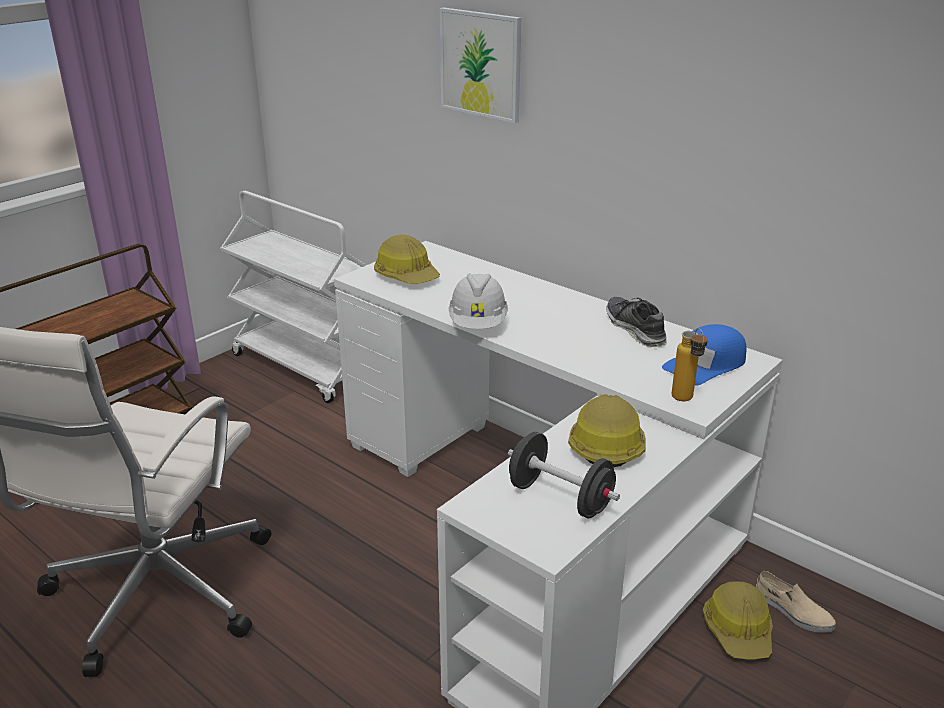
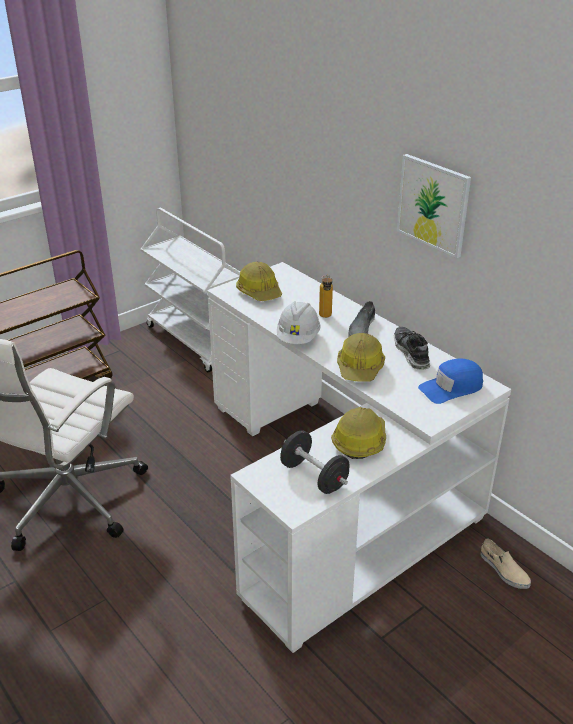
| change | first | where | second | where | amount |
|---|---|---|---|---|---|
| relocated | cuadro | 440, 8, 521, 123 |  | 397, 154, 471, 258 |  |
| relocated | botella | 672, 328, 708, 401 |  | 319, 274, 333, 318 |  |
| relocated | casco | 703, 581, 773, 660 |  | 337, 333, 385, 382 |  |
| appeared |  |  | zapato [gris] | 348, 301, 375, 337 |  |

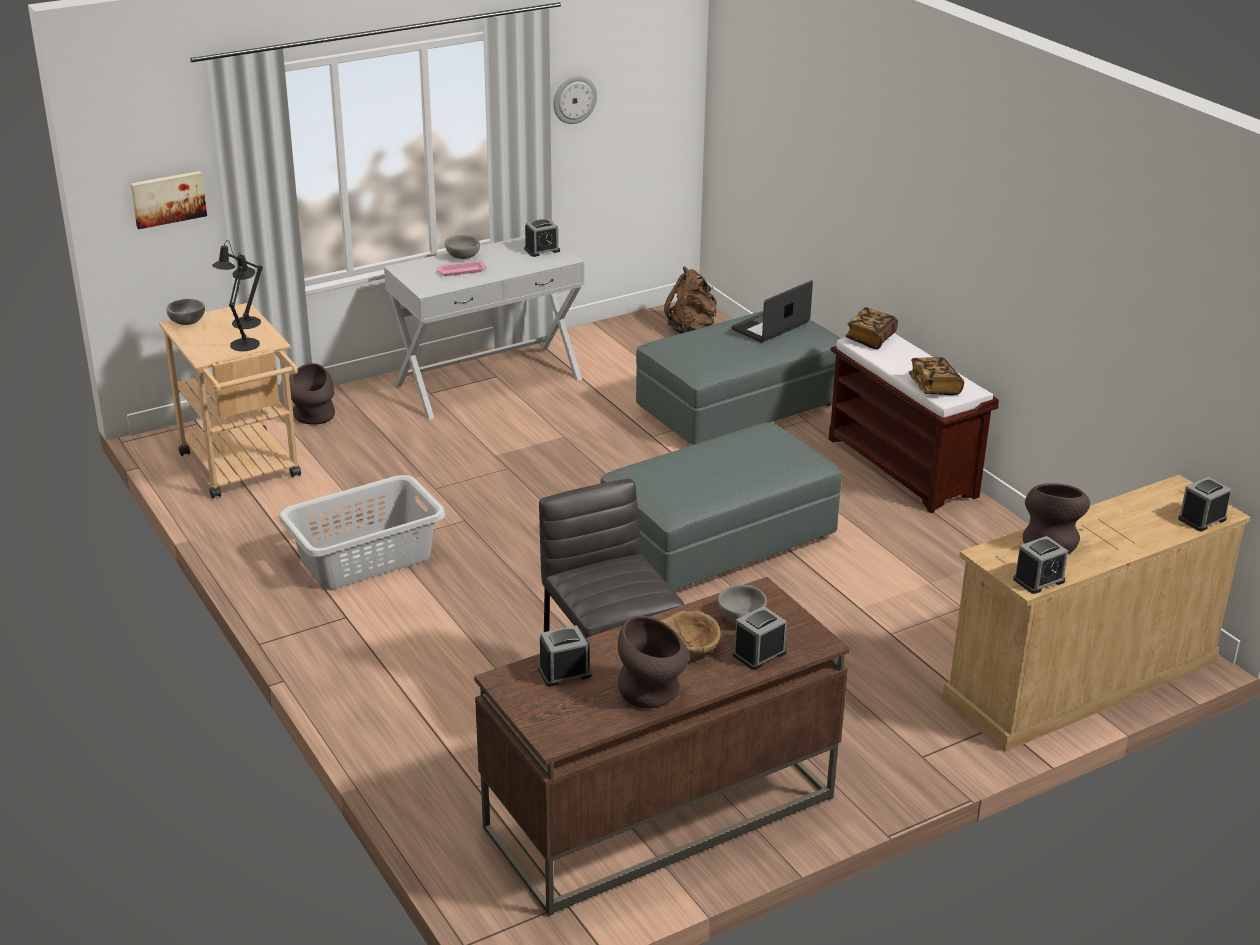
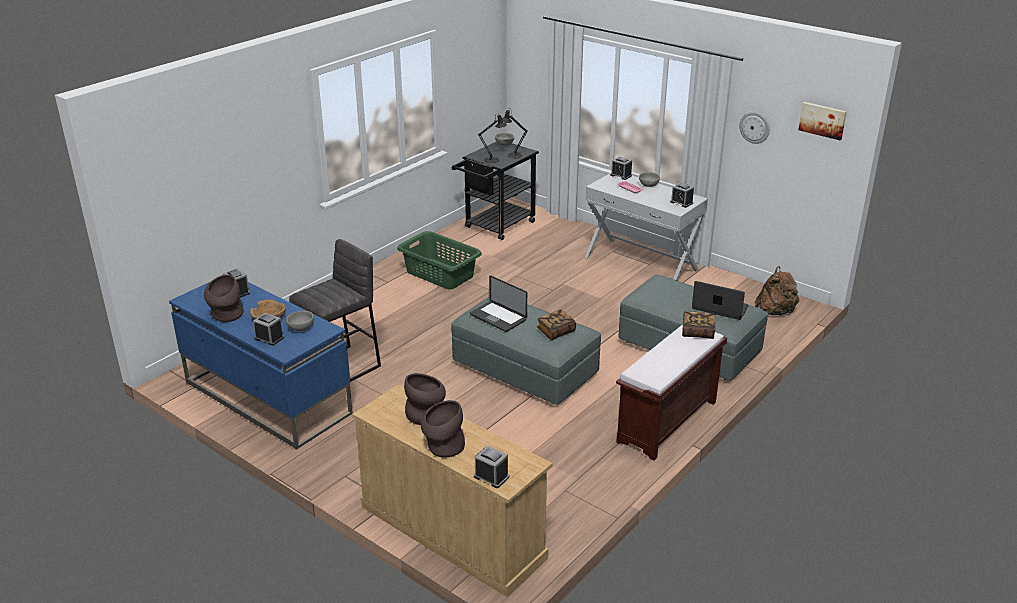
| change | first | where | second | where | amount |
|---|---|---|---|---|---|
| relocated | cuadro | 131, 171, 207, 229 |  | 799, 102, 847, 140 |  |
| colour | carrito [beis] | 159, 303, 301, 498 | carrito [negro] | 452, 142, 539, 240 |  |
| relocated | libro | 908, 357, 964, 395 |  | 537, 310, 576, 340 |  |
| relocated | florero [marrón] | 289, 363, 335, 425 |  | 421, 400, 465, 458 |  |
| colour | cesto de la ropa [gris] | 279, 475, 445, 589 | cesto de la ropa [verde] | 397, 231, 482, 289 |  |
| relocated | despertador | 1013, 536, 1068, 594 |  | 610, 156, 632, 180 |  |
| colour | escritorio [marrón] | 474, 577, 850, 916 | escritorio [azul] | 169, 282, 353, 450 |  |
| appeared |  |  | portátil | 470, 275, 527, 332 |  |

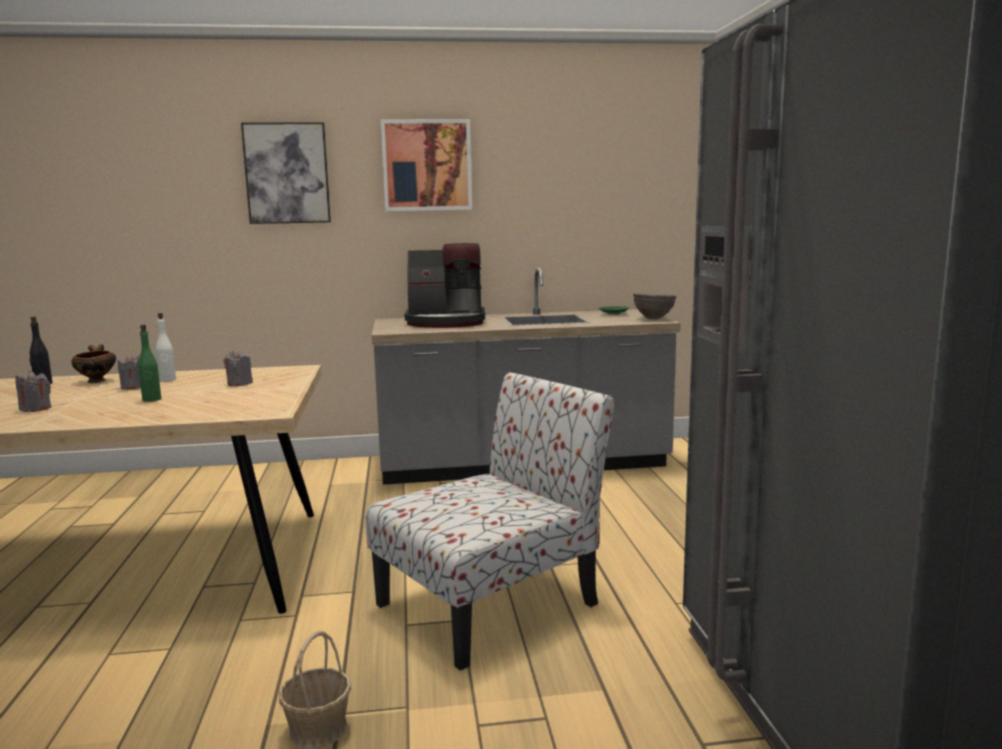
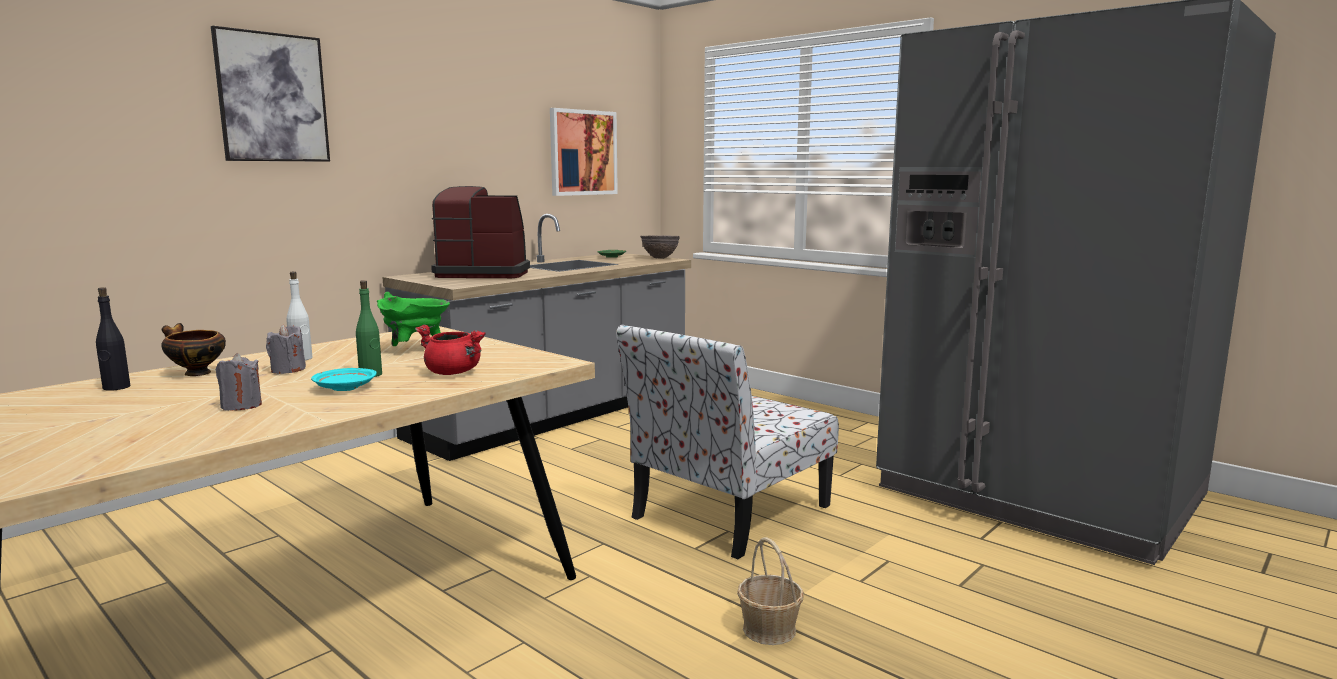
| change | first | where | second | where | amount |
|---|---|---|---|---|---|
| relocated | cuadro | 381, 119, 472, 211 |  | 550, 108, 618, 196 |  |
| spun | cafetera | 404, 243, 485, 328 |  | 431, 186, 530, 278 | 135 degrees counterclockwise |
| exchanged | vela [gris] | 224, 350, 253, 386 | olla [verde] | 377, 292, 450, 346 |  |
| spun | silla | 365, 372, 614, 670 |  | 616, 325, 839, 559 | 150 degrees counterclockwise |
| appeared |  |  | olla [rojo] | 415, 325, 486, 375 |  |
| appeared |  |  | plato [turquesa] | 311, 368, 377, 391 |  |

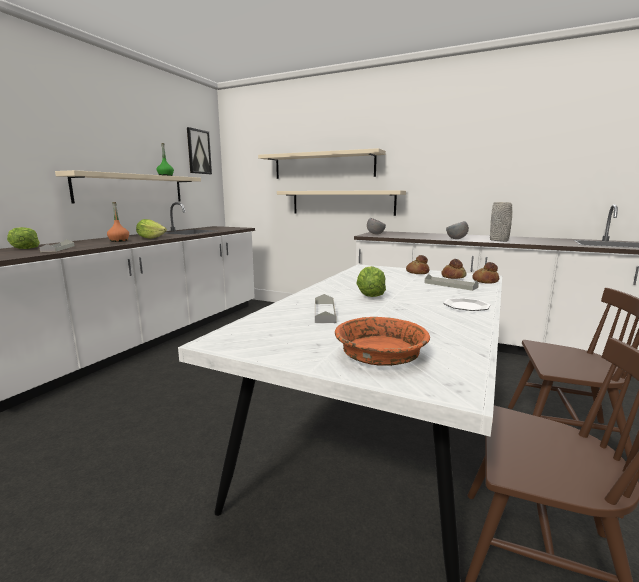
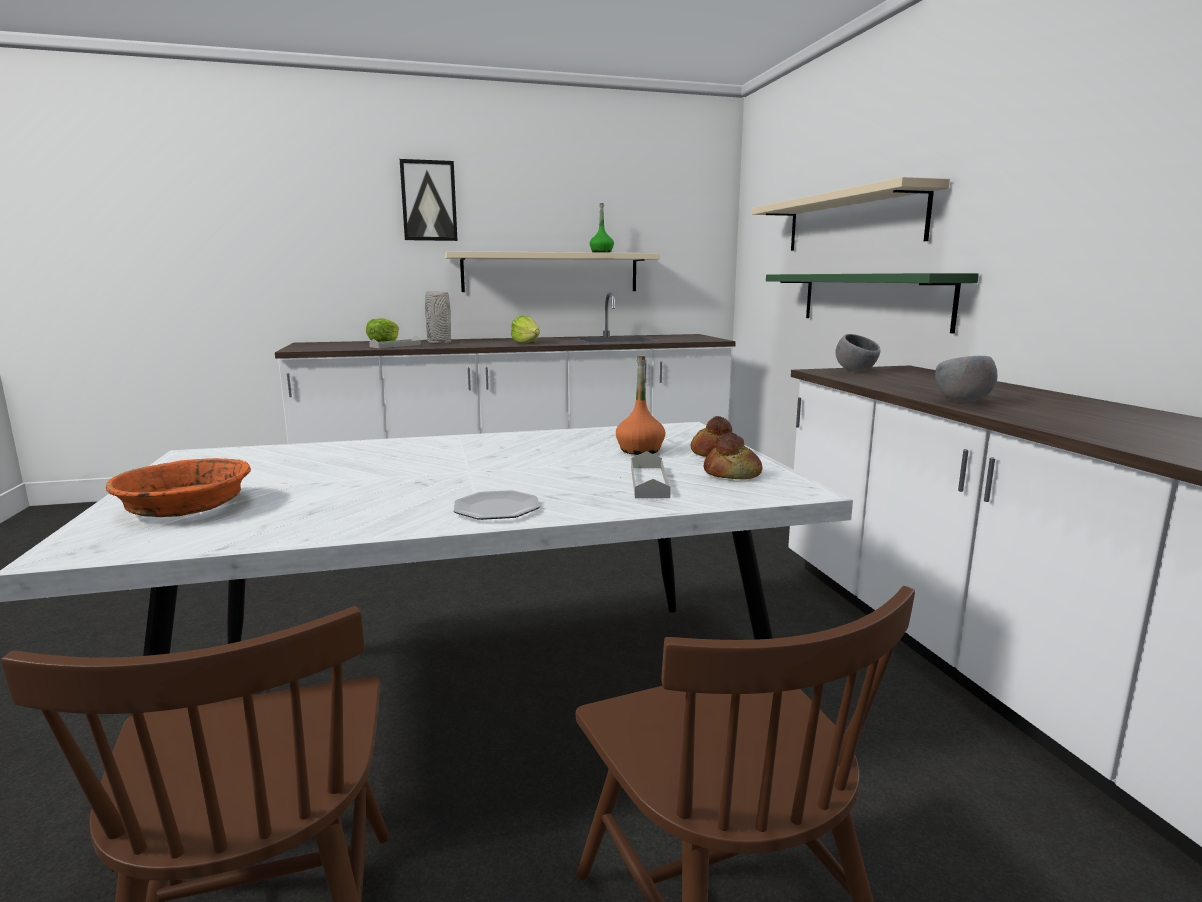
| change | first | where | second | where | amount |
|---|---|---|---|---|---|
| relocated | cuadro | 187, 127, 212, 174 |  | 400, 159, 458, 241 |  |
| colour | estante [beis] | 277, 190, 406, 216 | estante [verde] | 766, 273, 979, 334 |  |
| relocated | botella [naranja] | 107, 202, 129, 242 |  | 616, 356, 665, 455 |  |
| relocated | florero [gris] | 490, 202, 512, 242 |  | 425, 291, 451, 344 |  |
| missing | pan | 472, 262, 499, 284 |  |  |  |
| missing | lechuga | 356, 266, 386, 297 |  |  |  |
| missing | bandeja [gris] | 315, 294, 336, 323 |  |  |  |

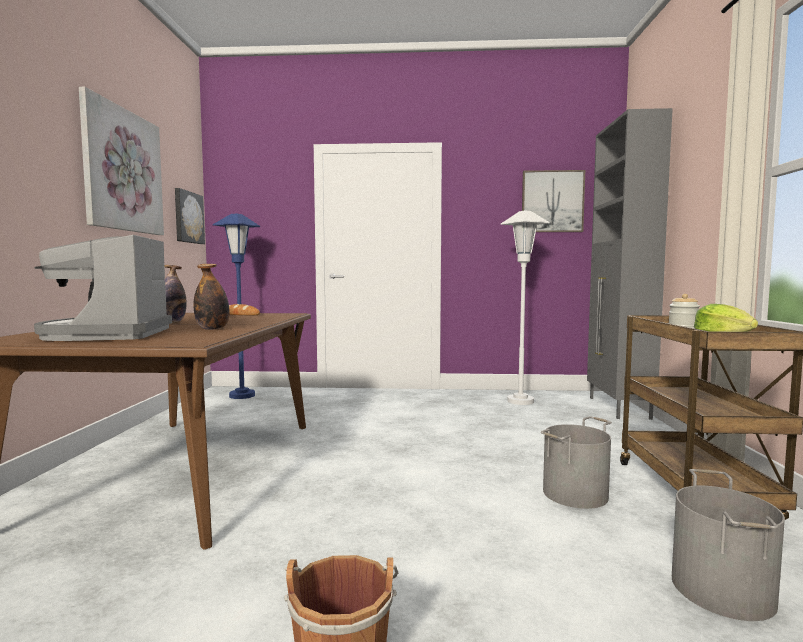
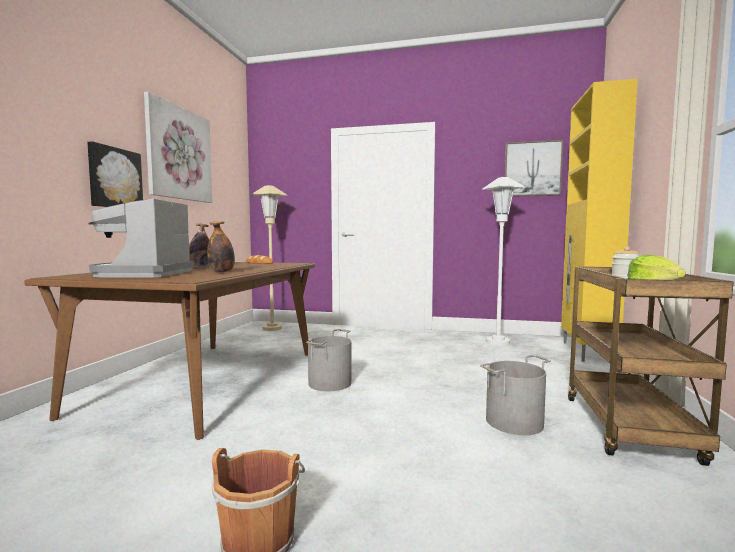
| change | first | where | second | where | amount |
|---|---|---|---|---|---|
| colour | armario [gris] | 587, 108, 673, 420 | armario [amarillo] | 561, 79, 638, 362 |  |
| relocated | cuadro | 175, 188, 205, 244 |  | 87, 141, 143, 207 |  |
| colour | lámpara de pie [azul] | 213, 214, 260, 399 | lámpara de pie [beis] | 251, 185, 288, 331 |  |
| relocated | cubo [gris] | 672, 469, 785, 621 |  | 306, 329, 352, 391 |  |

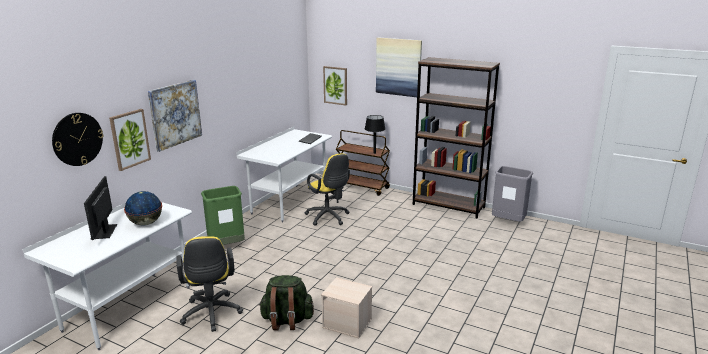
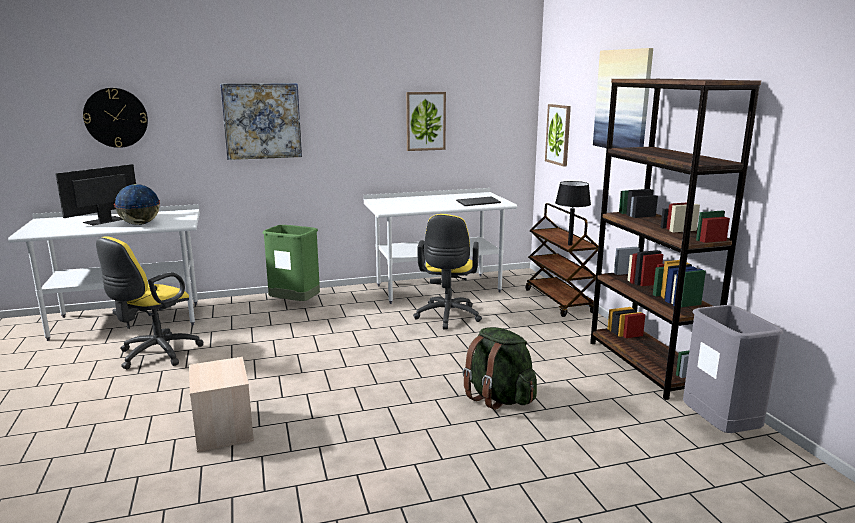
| change | first | where | second | where | amount |
|---|---|---|---|---|---|
| relocated | cuadro | 109, 109, 151, 171 |  | 406, 92, 446, 151 |  |
| relocated | mochila [verde] | 259, 275, 314, 330 |  | 463, 327, 537, 410 |  |

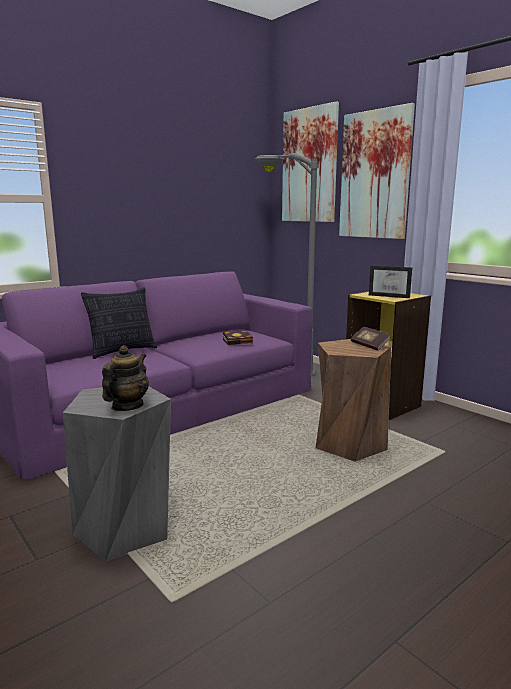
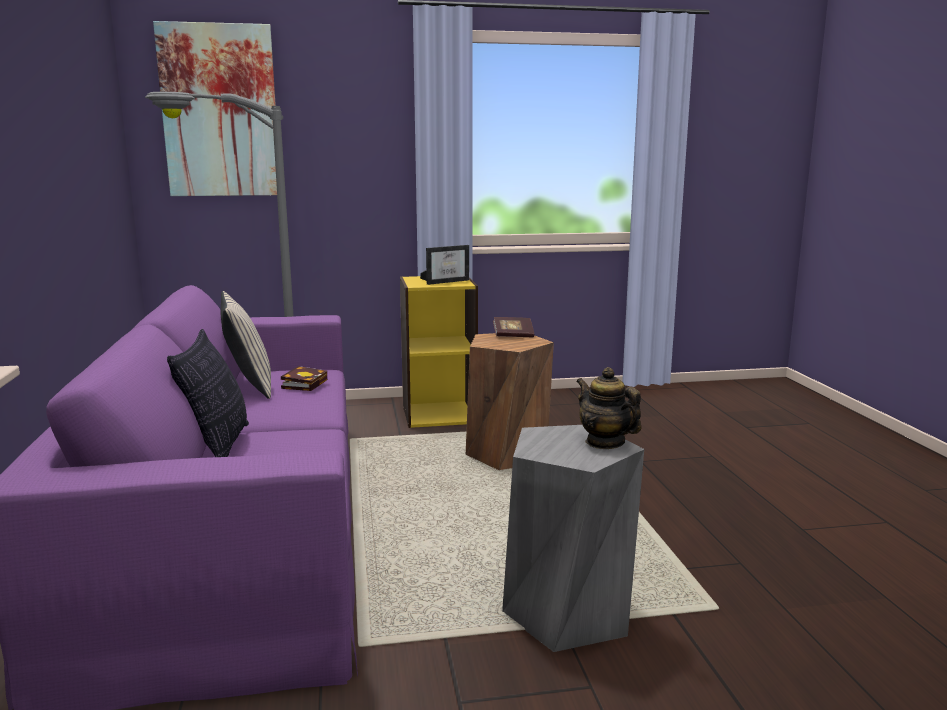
| change | first | where | second | where | amount |
|---|---|---|---|---|---|
| missing | cuadro | 339, 103, 415, 239 |  |  |  |
| appeared |  |  | cojín [beis] | 221, 291, 271, 399 |  |

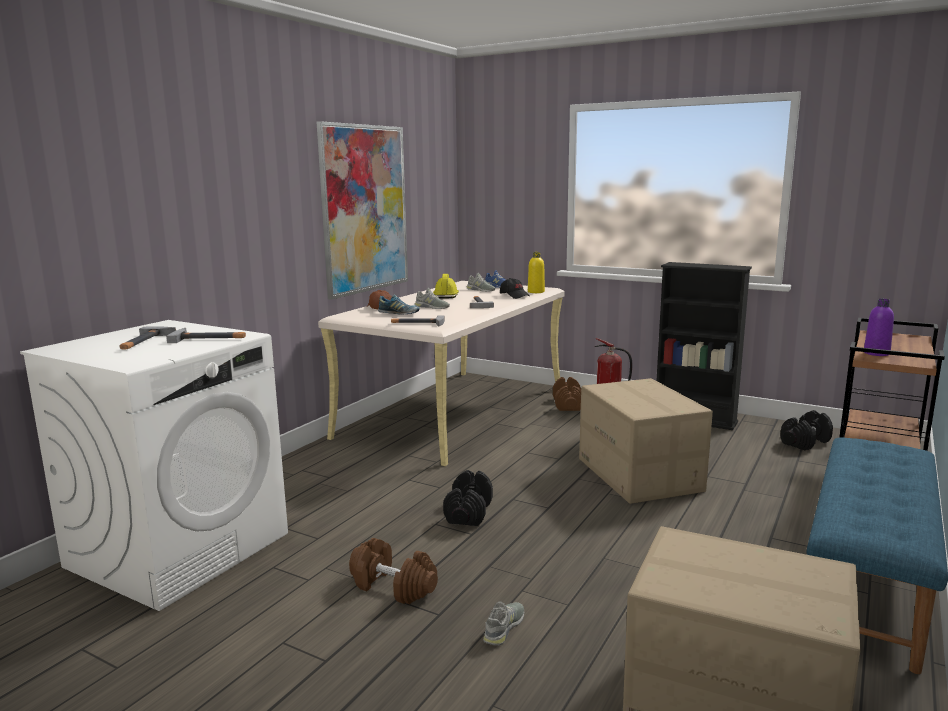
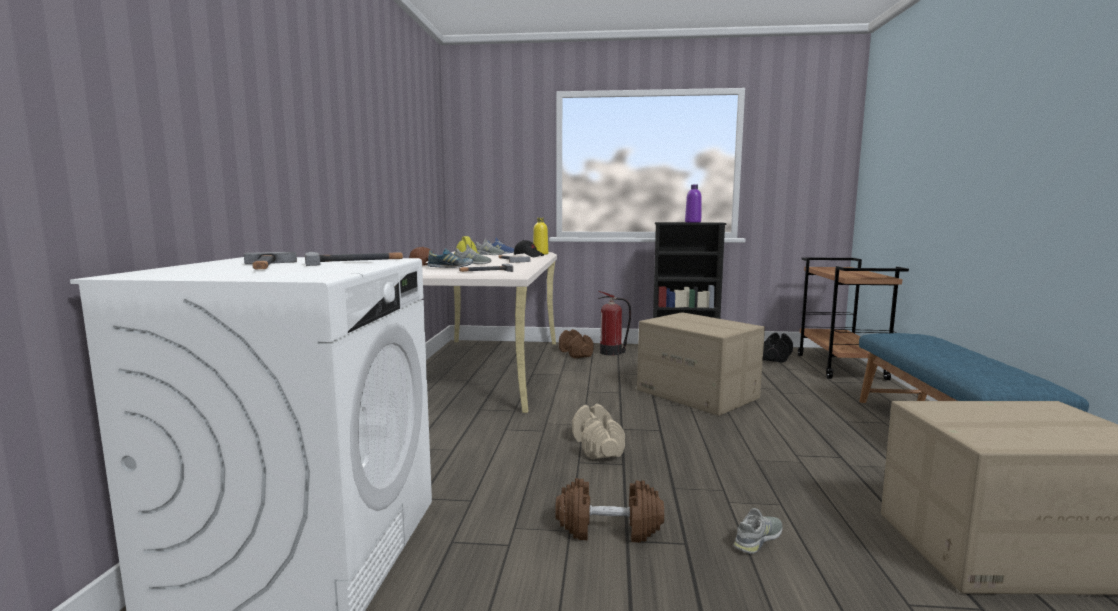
| change | first | where | second | where | amount |
|---|---|---|---|---|---|
| missing | cuadro | 317, 121, 408, 300 |  |  |  |
| relocated | botella [morado] | 864, 299, 894, 356 |  | 685, 185, 702, 222 |  |
| colour | mancuerna [negro] | 443, 470, 493, 526 | mancuerna [beis] | 572, 404, 625, 459 |  |
| spun | zapato [gris] | 483, 602, 524, 646 |  | 733, 508, 783, 554 | 45 degrees clockwise |

